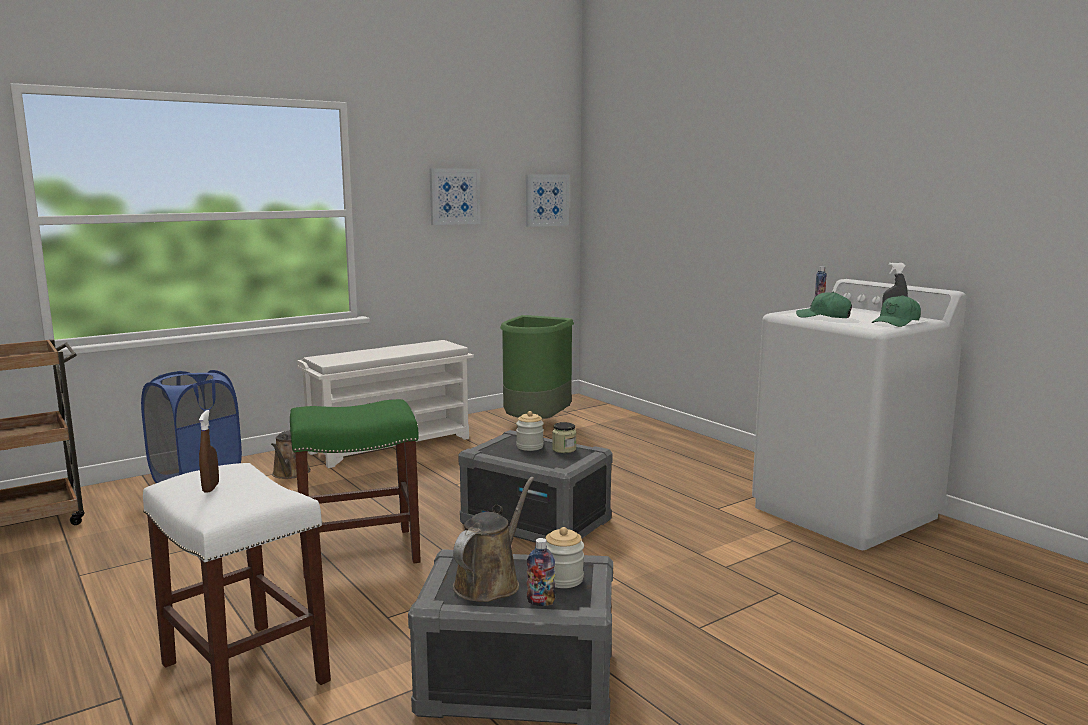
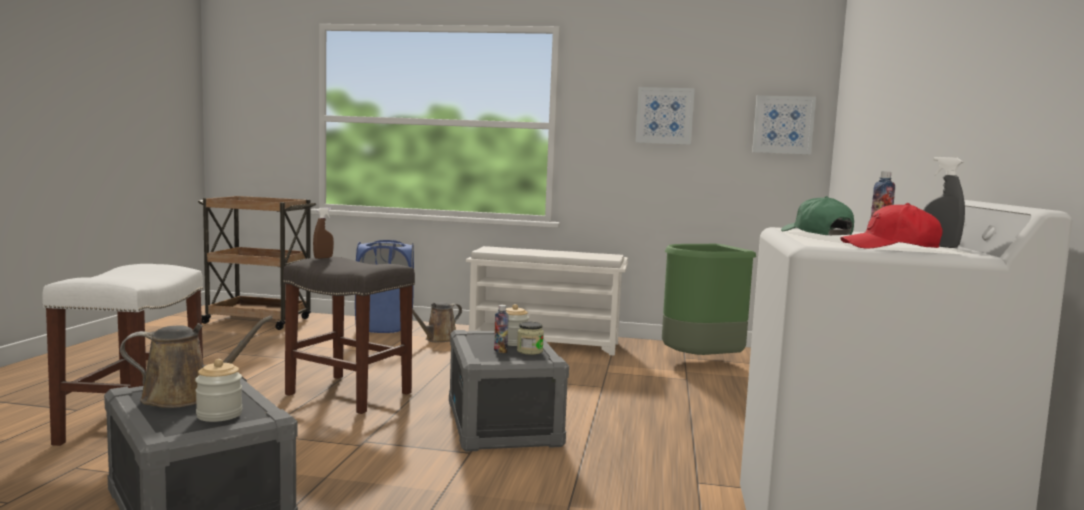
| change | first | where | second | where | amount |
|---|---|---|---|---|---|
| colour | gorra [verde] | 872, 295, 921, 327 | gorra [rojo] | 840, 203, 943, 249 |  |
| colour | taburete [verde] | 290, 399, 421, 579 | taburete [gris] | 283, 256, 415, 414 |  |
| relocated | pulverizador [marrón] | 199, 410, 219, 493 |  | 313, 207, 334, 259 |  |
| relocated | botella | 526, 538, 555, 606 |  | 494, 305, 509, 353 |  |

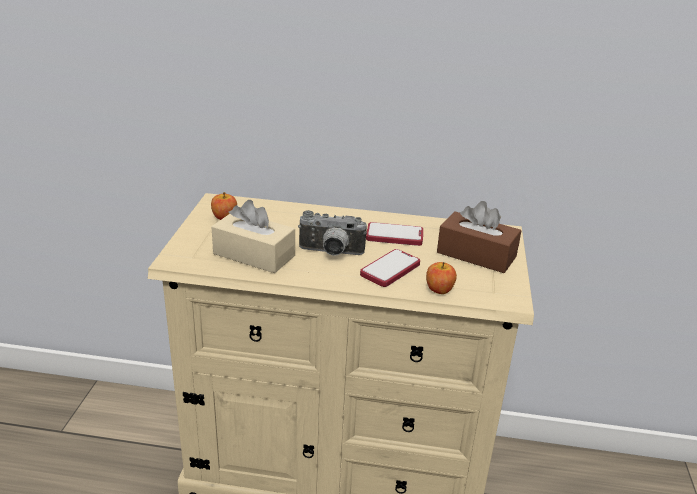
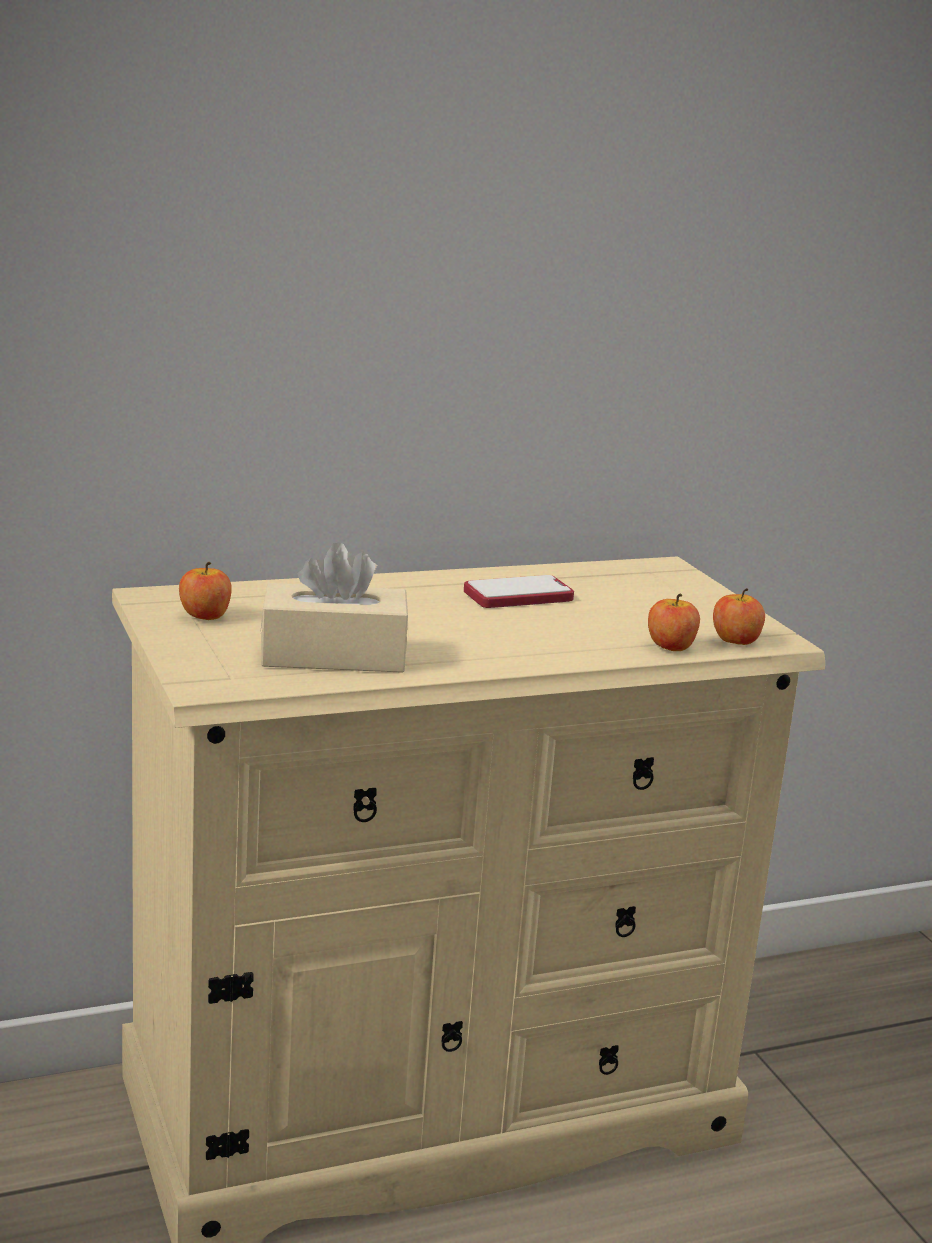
| change | first | where | second | where | amount |
|---|---|---|---|---|---|
| missing | caja de pañuelos [marrón] | 437, 201, 521, 273 |  |  |  |
| missing | cámara | 298, 210, 367, 256 |  |  |  |
| missing | móvil | 360, 249, 420, 287 |  |  |  |
| appeared |  |  | manzana | 713, 588, 765, 645 |  |

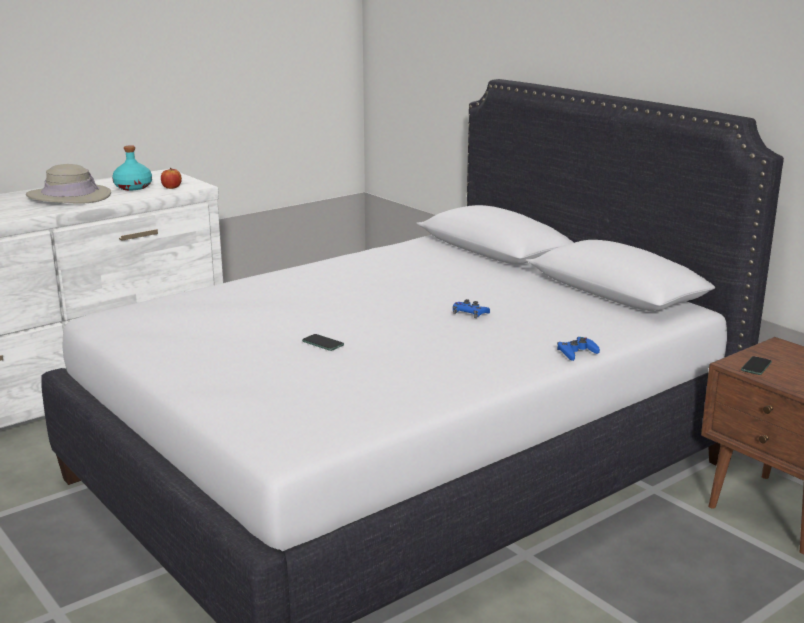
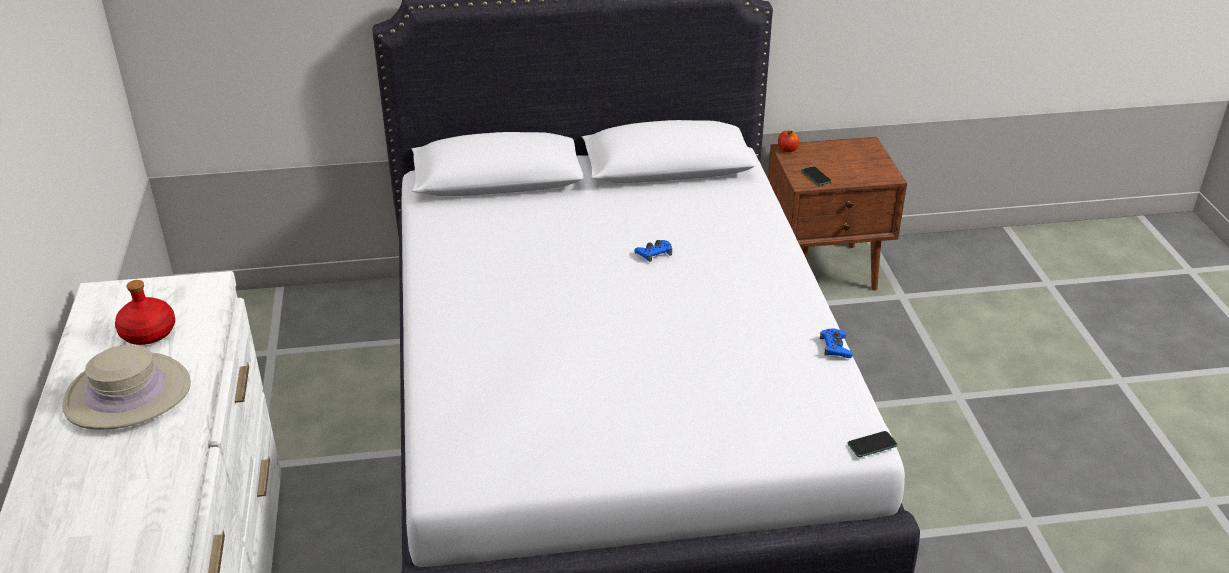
| change | first | where | second | where | amount |
|---|---|---|---|---|---|
| colour | botella [turquesa] | 112, 145, 152, 190 | botella [rojo] | 115, 280, 175, 345 |  |
| relocated | manzana | 161, 168, 182, 189 |  | 778, 130, 799, 152 |  |
| relocated | móvil | 302, 334, 344, 351 |  | 848, 431, 898, 457 |  |
| relocated | mando de consola [azul] | 557, 337, 600, 361 |  | 820, 329, 852, 358 |  |

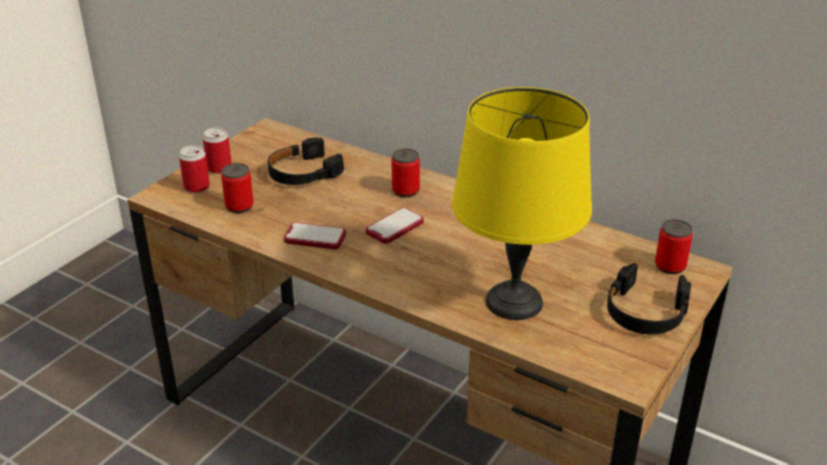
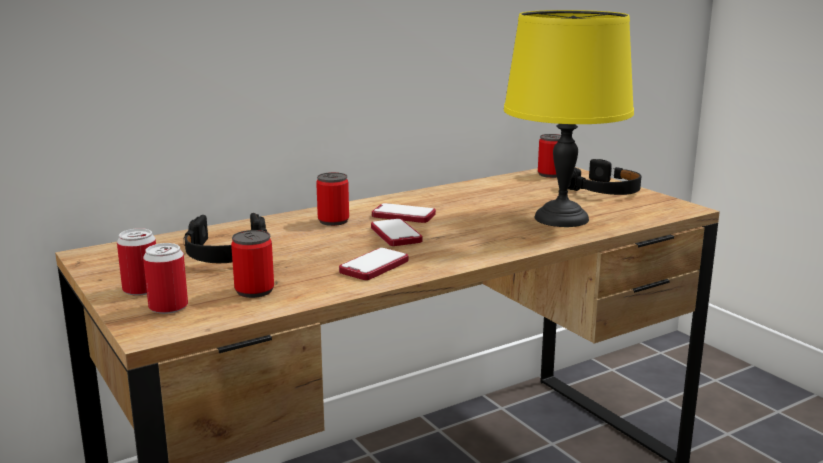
| change | first | where | second | where | amount |
|---|---|---|---|---|---|
| appeared |  |  | móvil | 372, 203, 436, 223 |  |

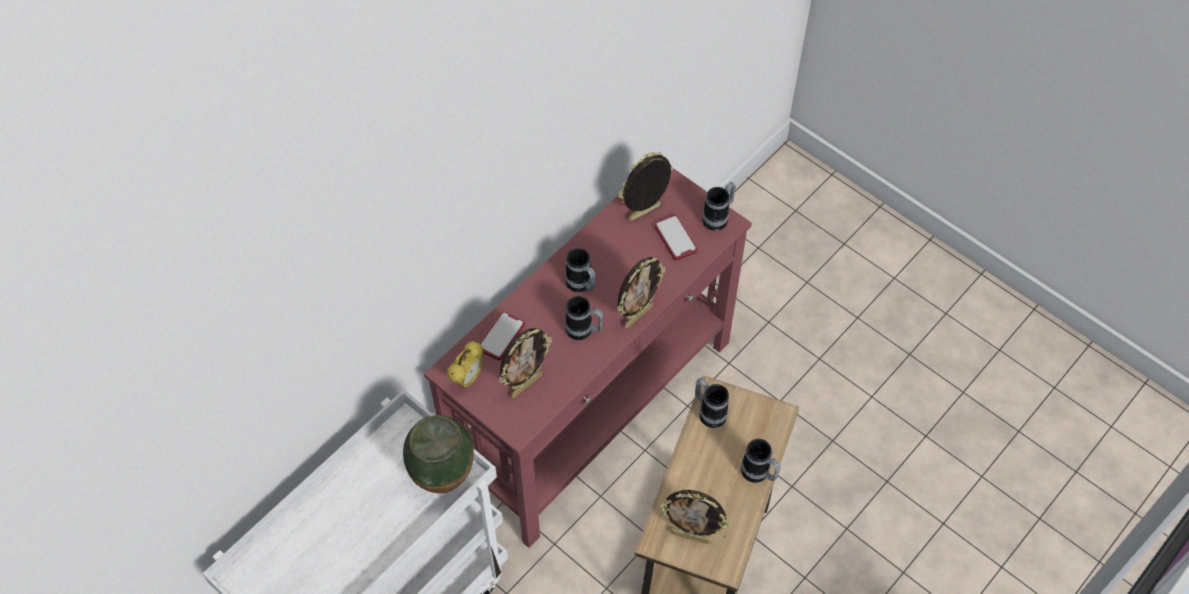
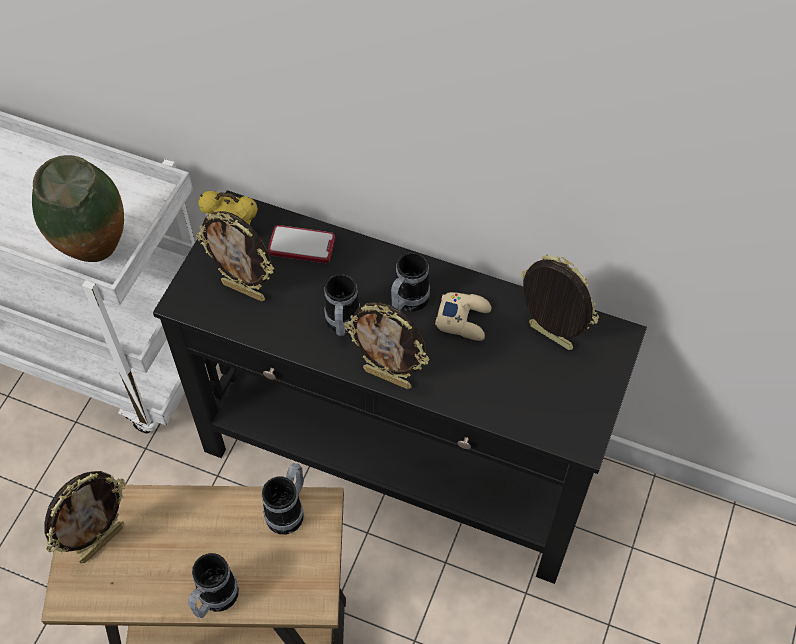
| change | first | where | second | where | amount |
|---|---|---|---|---|---|
| colour | mesa consola [rojo] | 424, 168, 752, 548 | mesa consola [negro] | 153, 190, 647, 584 |  |
| missing | taza grande | 702, 182, 736, 231 |  |  |  |
| missing | móvil | 655, 215, 698, 260 |  |  |  |
| spun | portarretratos | 659, 490, 730, 544 |  | 44, 471, 126, 563 | 135 degrees counterclockwise |
| appeared |  |  | mando de consola [beis] | 435, 292, 491, 341 |  |

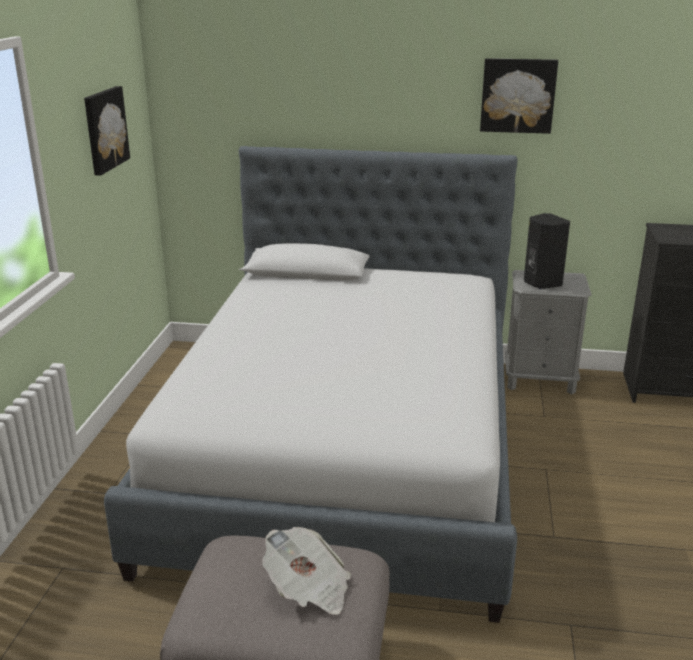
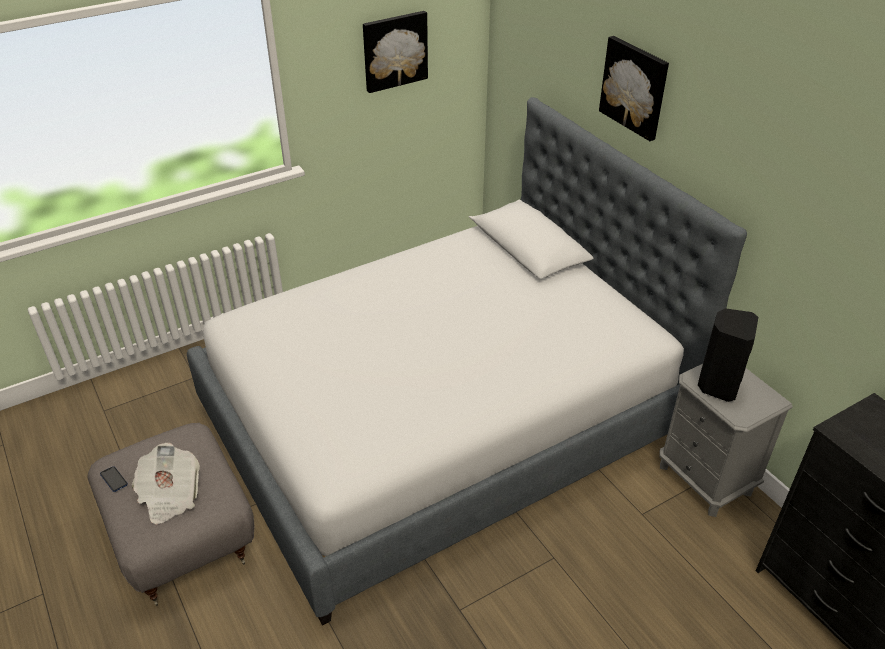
| change | first | where | second | where | amount |
|---|---|---|---|---|---|
| relocated | cuadro | 480, 58, 558, 134 |  | 599, 36, 669, 141 |  |
| appeared |  |  | móvil | 100, 466, 128, 492 |  |

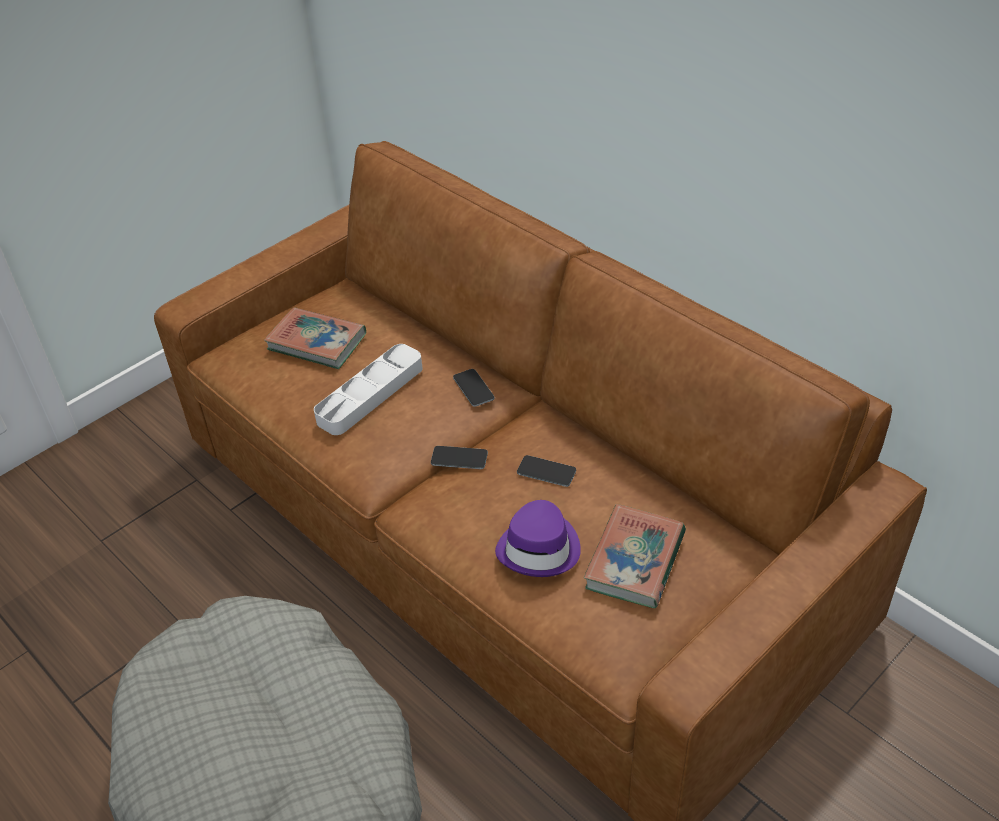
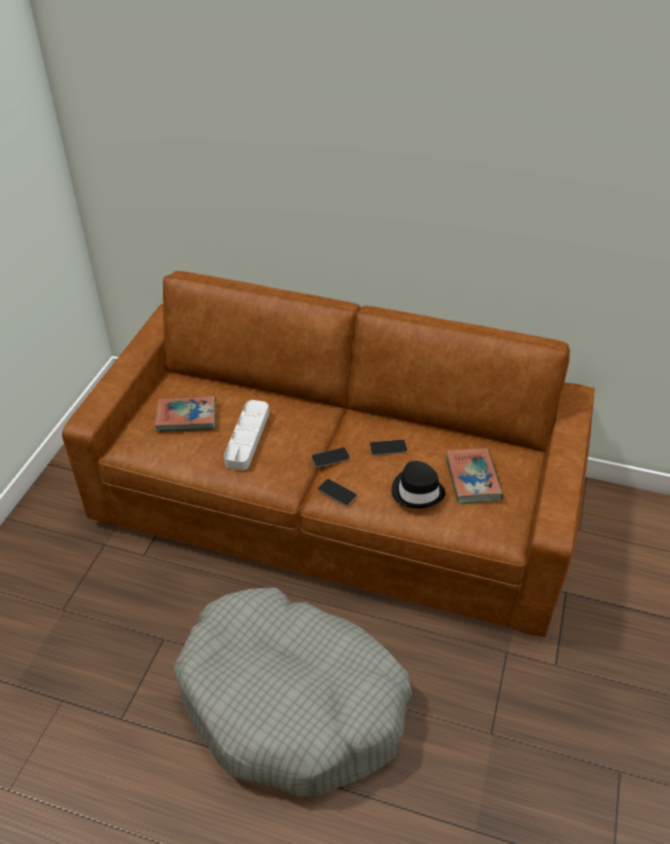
| change | first | where | second | where | amount |
|---|---|---|---|---|---|
| relocated | móvil | 453, 369, 495, 407 |  | 318, 479, 357, 506 |  |
| colour | sombrero [morado] | 495, 500, 581, 577 | sombrero [negro] | 391, 461, 445, 508 |  |

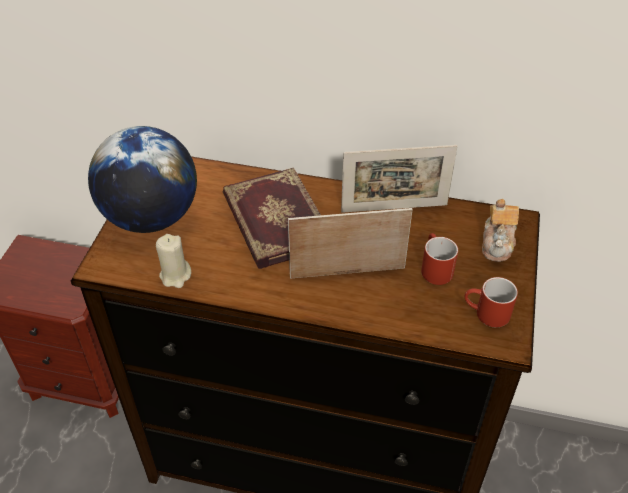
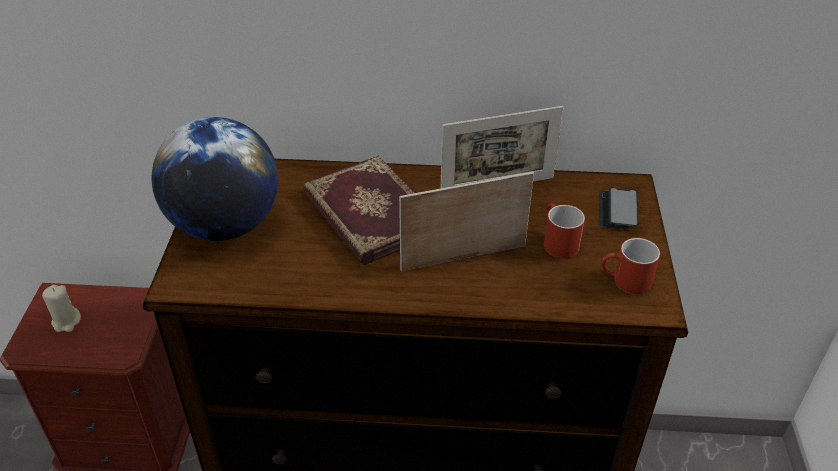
| change | first | where | second | where | amount |
|---|---|---|---|---|---|
| exchanged | tetera | 482, 199, 519, 262 | móvil | 599, 187, 639, 229 |  |
| relocated | vela [beis] | 156, 234, 191, 288 |  | 42, 285, 81, 332 |  |

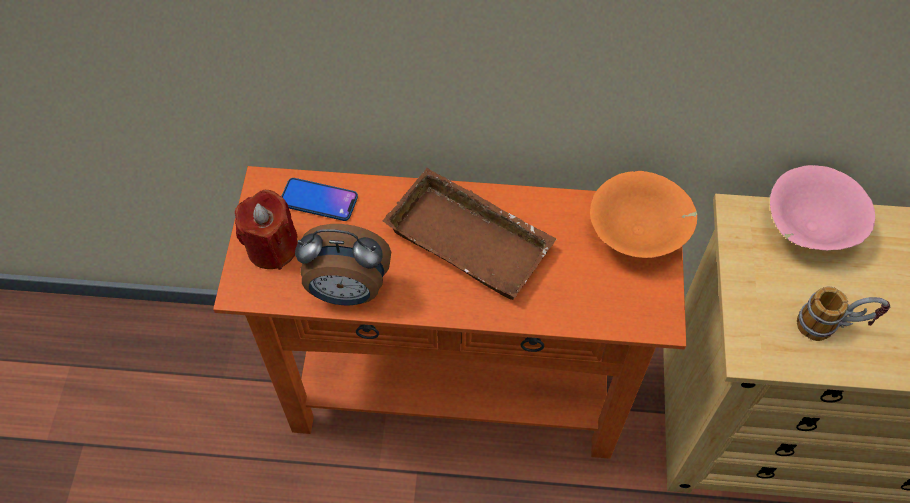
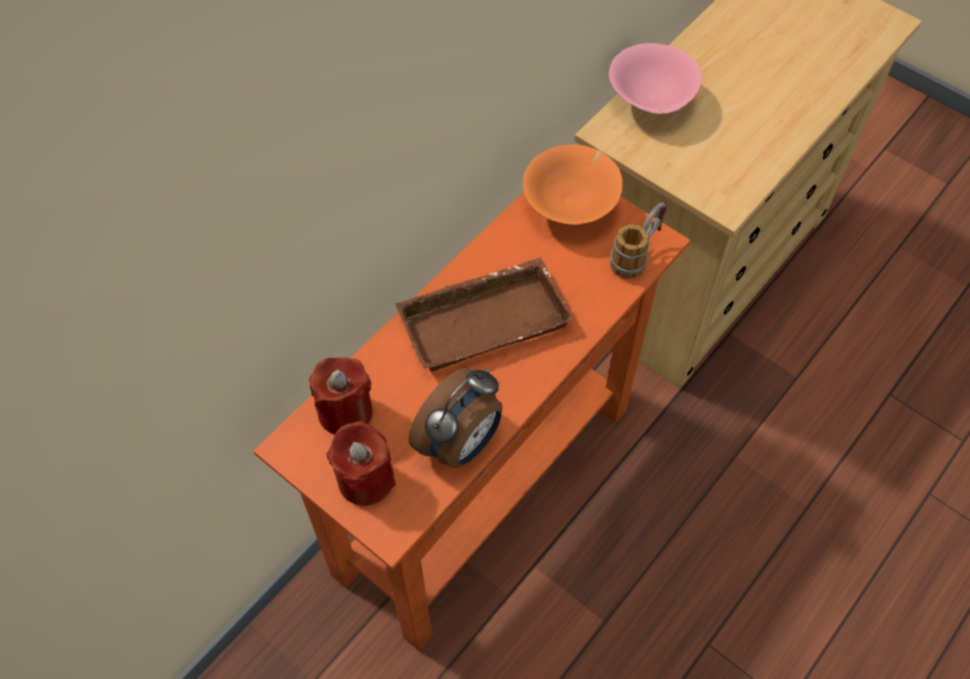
| change | first | where | second | where | amount |
|---|---|---|---|---|---|
| exchanged | móvil | 281, 178, 358, 221 | vela [rojo] | 309, 358, 372, 435 |  |
| relocated | taza grande | 797, 286, 890, 341 |  | 610, 202, 667, 279 |  |

